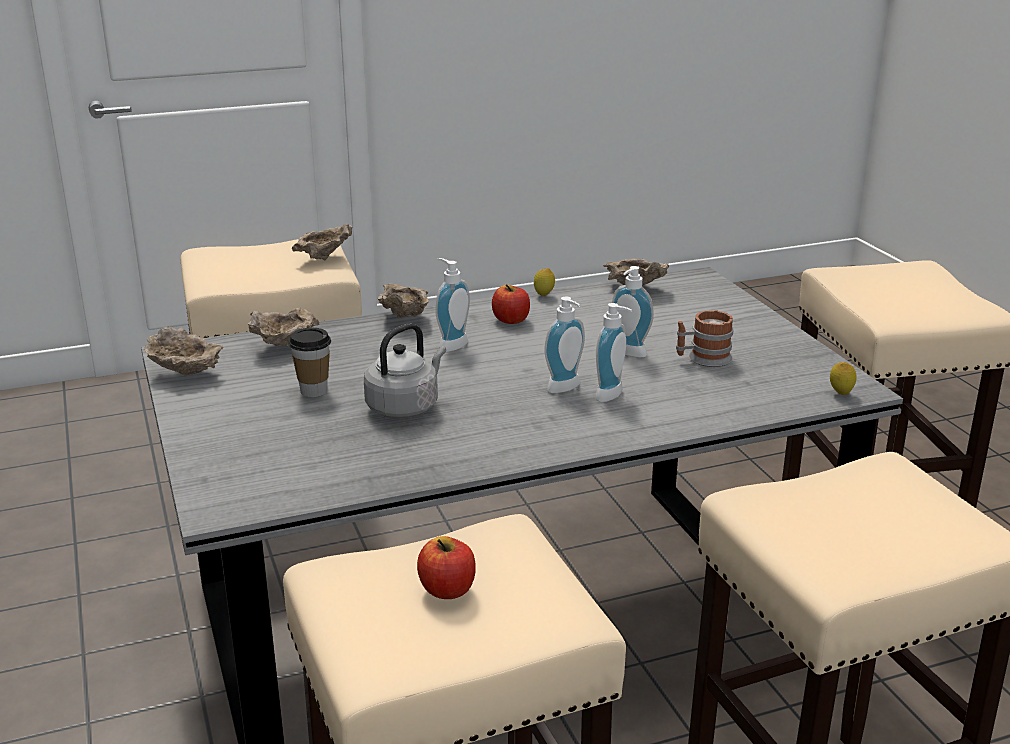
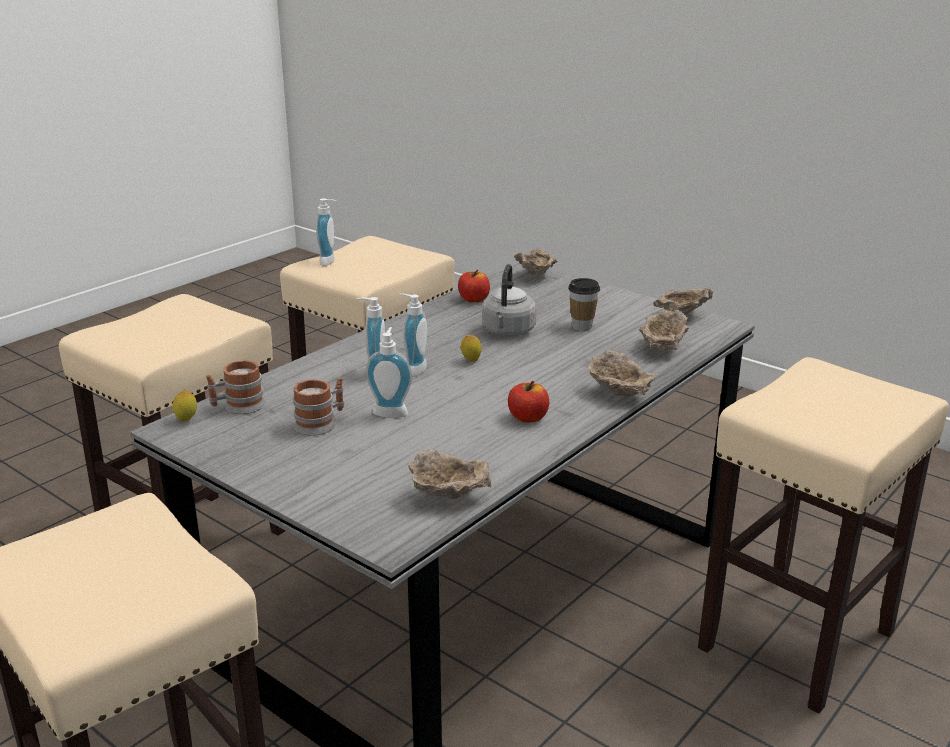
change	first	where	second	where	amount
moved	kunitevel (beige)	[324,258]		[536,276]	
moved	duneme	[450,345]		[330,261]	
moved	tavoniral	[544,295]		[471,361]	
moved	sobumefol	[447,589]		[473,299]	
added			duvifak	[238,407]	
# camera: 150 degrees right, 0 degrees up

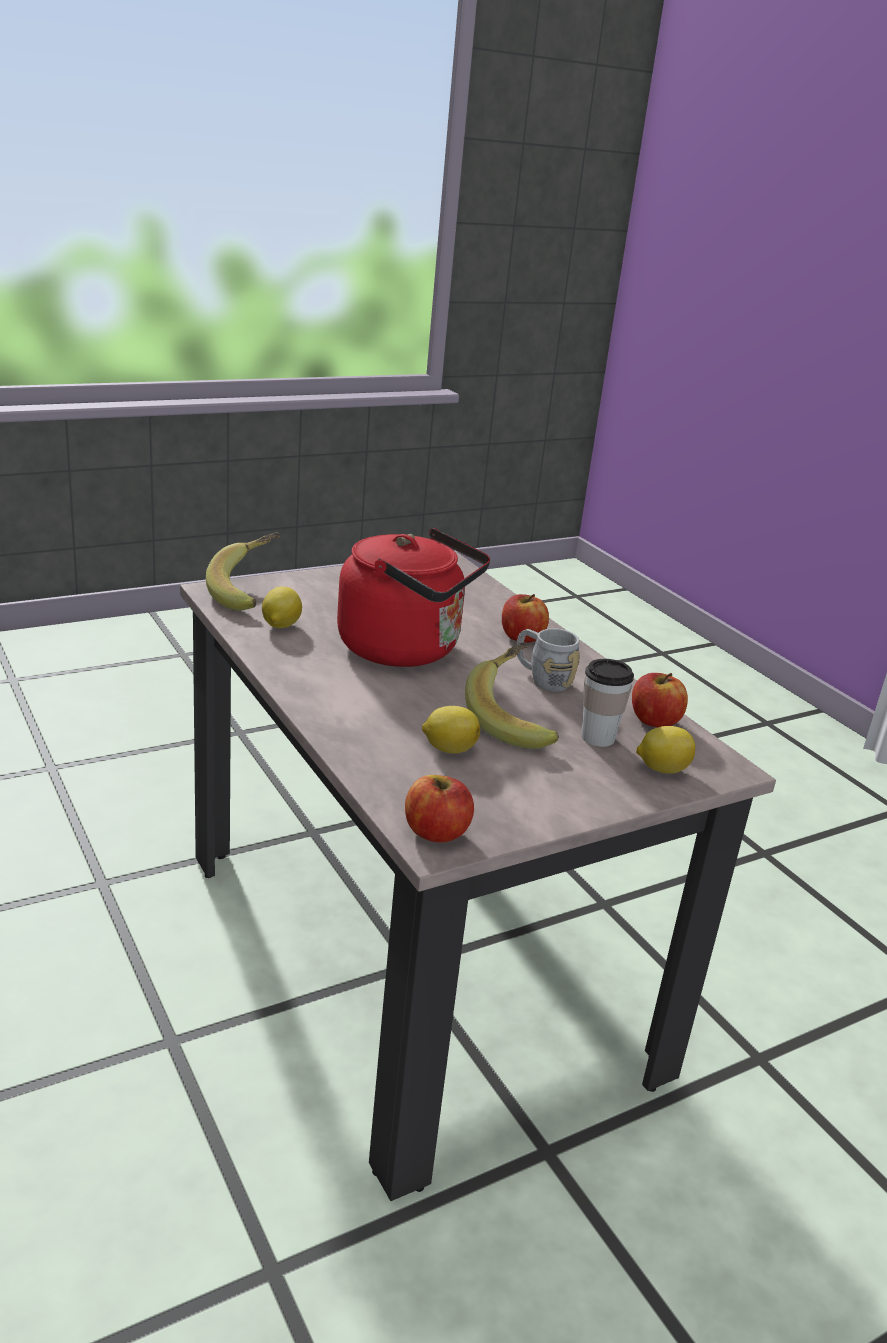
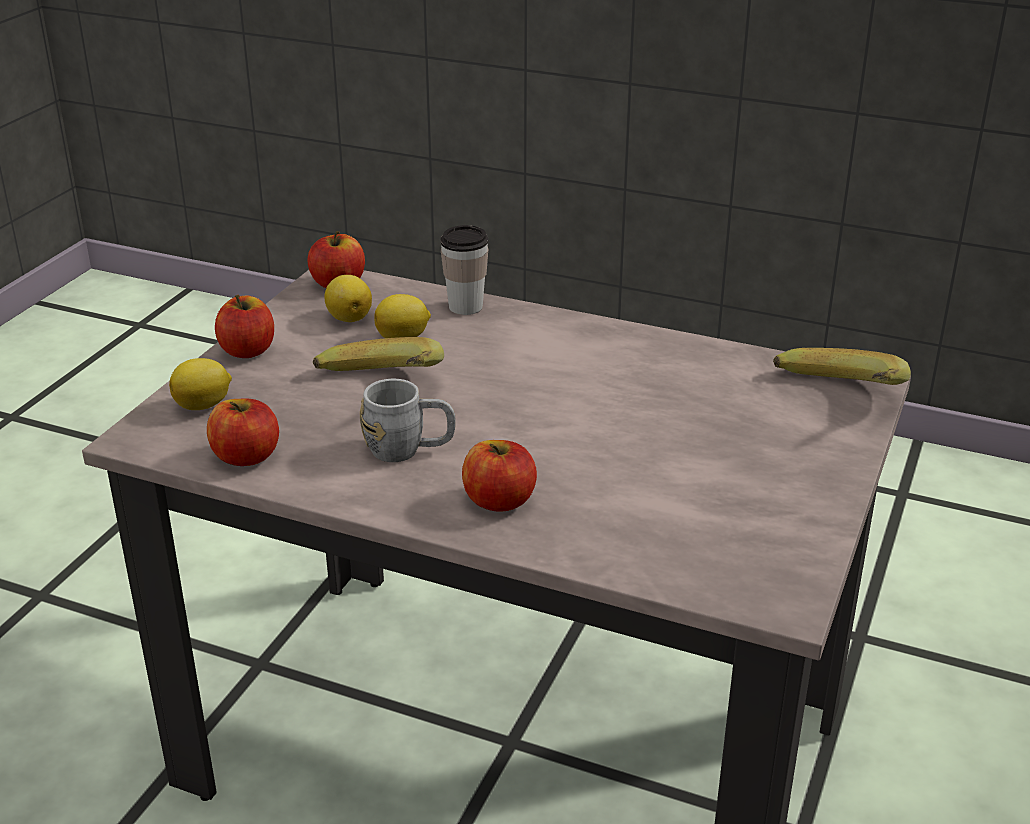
change	first	where	second	where	amount
removed	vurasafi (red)	[406,650]			
moved	tavoniral	[280,625]		[349,317]	
moved	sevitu	[597,738]		[465,307]	
added			sobumefol	[247,350]	
# camera: 145 degrees right, 5 degrees up

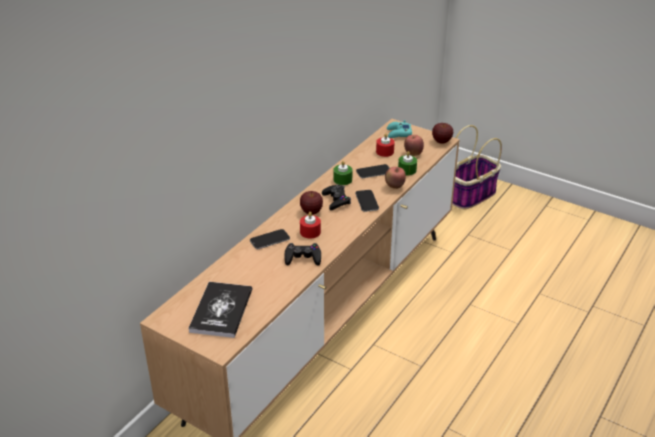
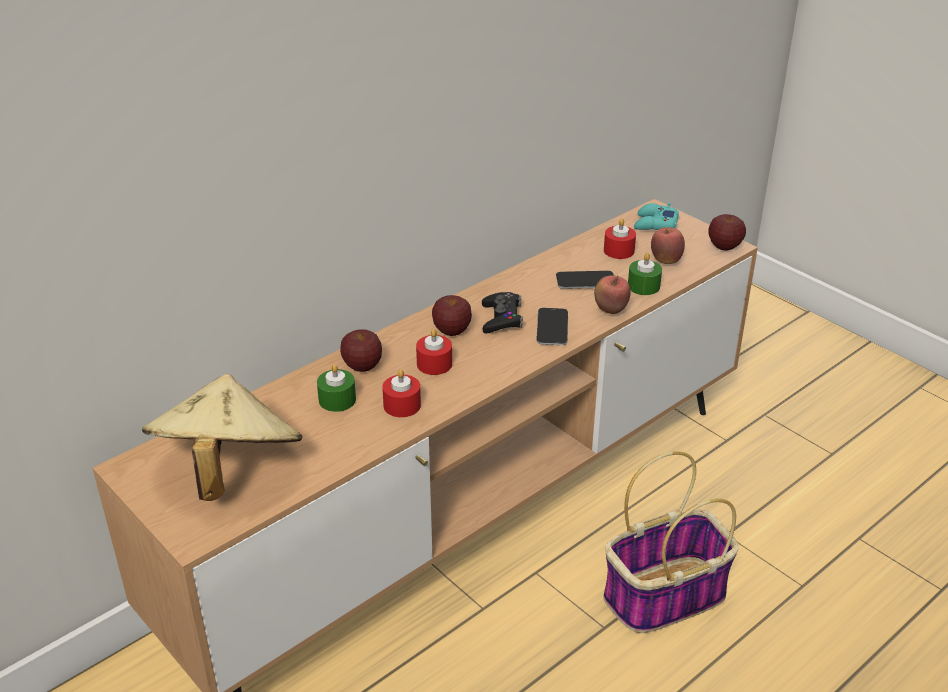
change	first	where	second	where	amount
moved	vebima	[470,196]		[664,597]	
moved	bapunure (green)	[342,180]		[337,400]	
replaced	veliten	[269,240]	sobumefol	[362,366]	
replaced	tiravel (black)	[303,258]	bapunure (red)	[402,405]	
replaced	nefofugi	[221,310]	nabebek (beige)	[228,471]	
# camera: 15 degrees right, 0 degrees up

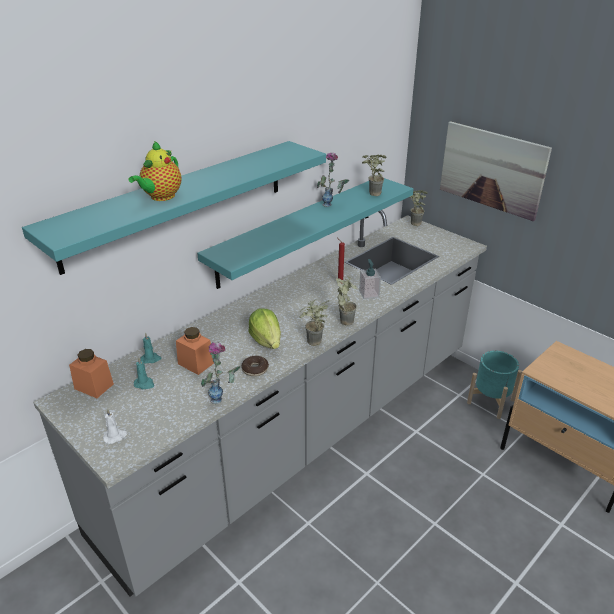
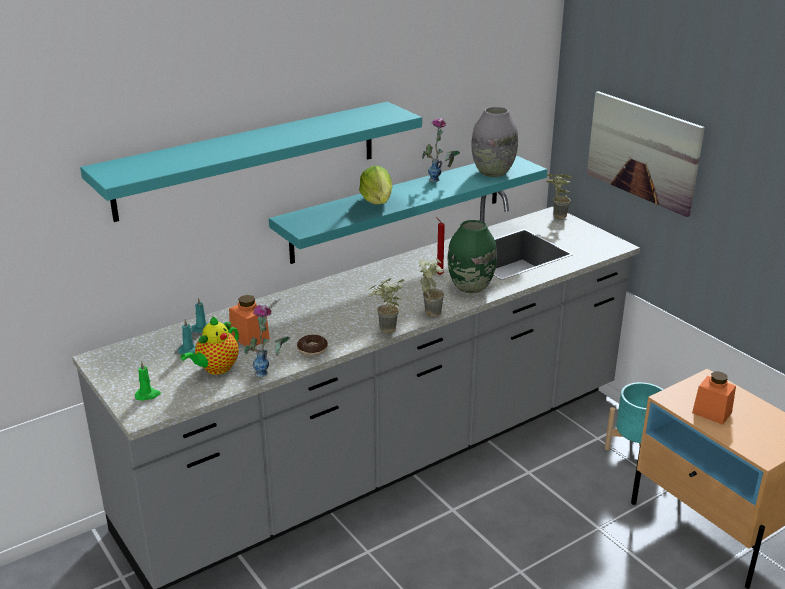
change	first	where	second	where	amount
moved	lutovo	[161,197]		[216,369]	
replaced	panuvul	[371,194]	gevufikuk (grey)	[492,172]	
replaced	duneme	[369,294]	gevufikuk (green)	[470,287]	
moved	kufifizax	[266,341]		[377,202]	
moved	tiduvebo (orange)	[94,386]		[712,412]	
recoloured	bapunure (white)	[115,436]	bapunure (green)	[148,395]	
# camera: 10 degrees right, 5 degrees down

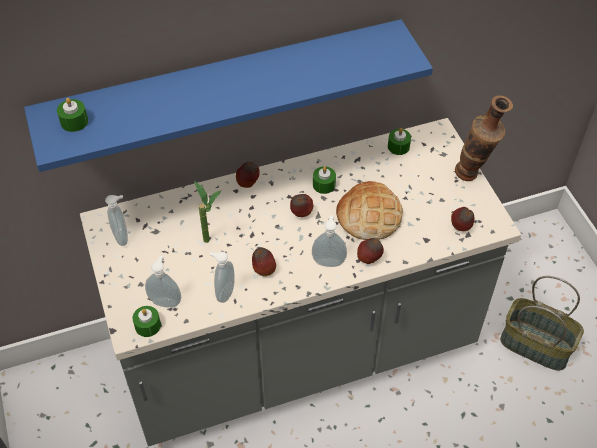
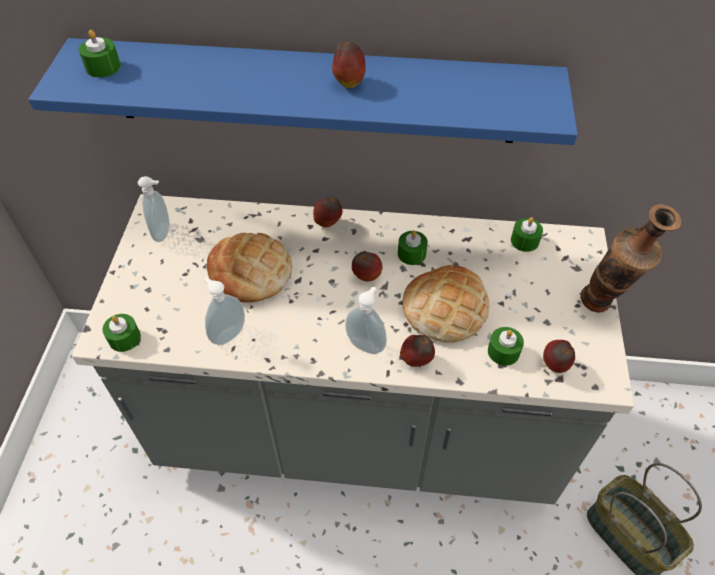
change	first	where	second	where	amount
replaced	panuvul	[212,242]	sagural	[250,272]	
moved	sobumefol	[263,270]		[349,83]	
removed	duneme	[166,301]			
added			bapunure (green)	[503,351]	
# camera: 25 degrees right, 0 degrees up

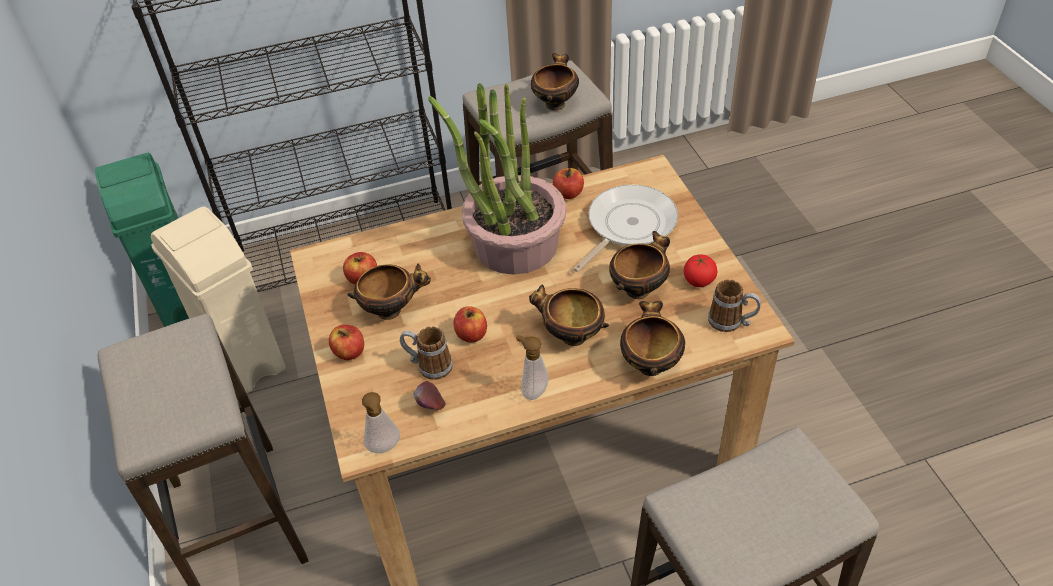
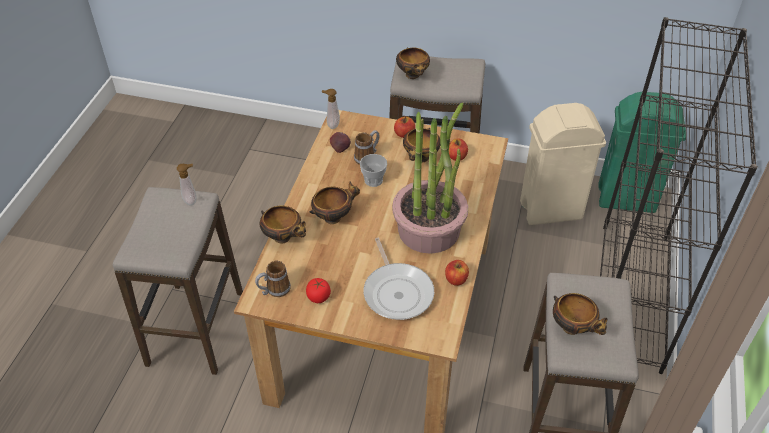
change	first	where	second	where	amount
moved	kunitevel	[639,288]		[413,76]	
replaced	sobumefol	[471,334]	sevitu	[373,180]	
moved	duneme	[533,390]		[192,200]	
# camera: 120 degrees right, 0 degrees up

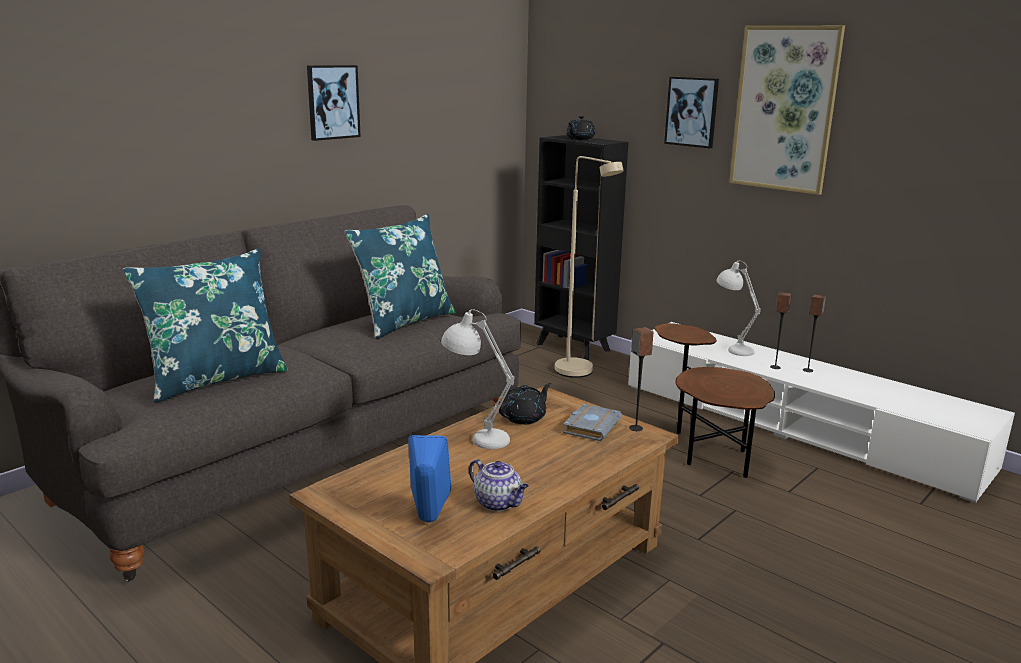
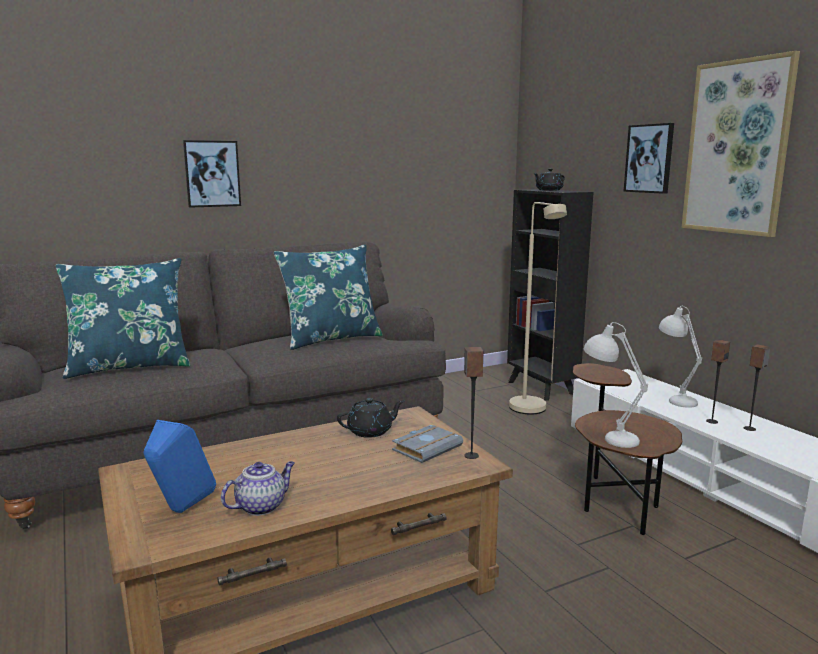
change	first	where	second	where	amount
moved	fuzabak	[332,102]		[212,174]	
moved	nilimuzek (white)	[476,437]		[608,436]	
turned	lutovo	[498,503]		[261,506]	105 degrees counterclockwise
# camera: 20 degrees right, 5 degrees down

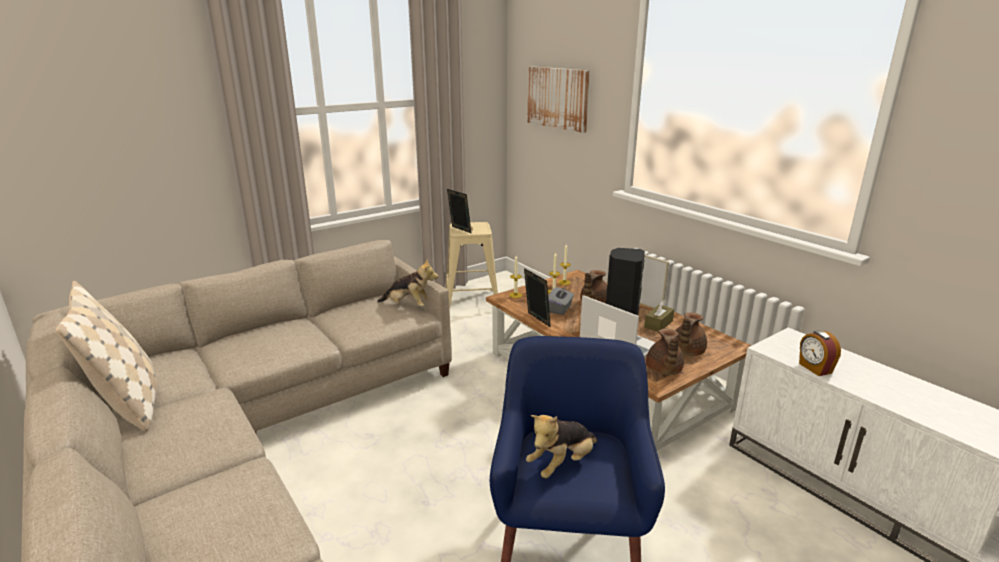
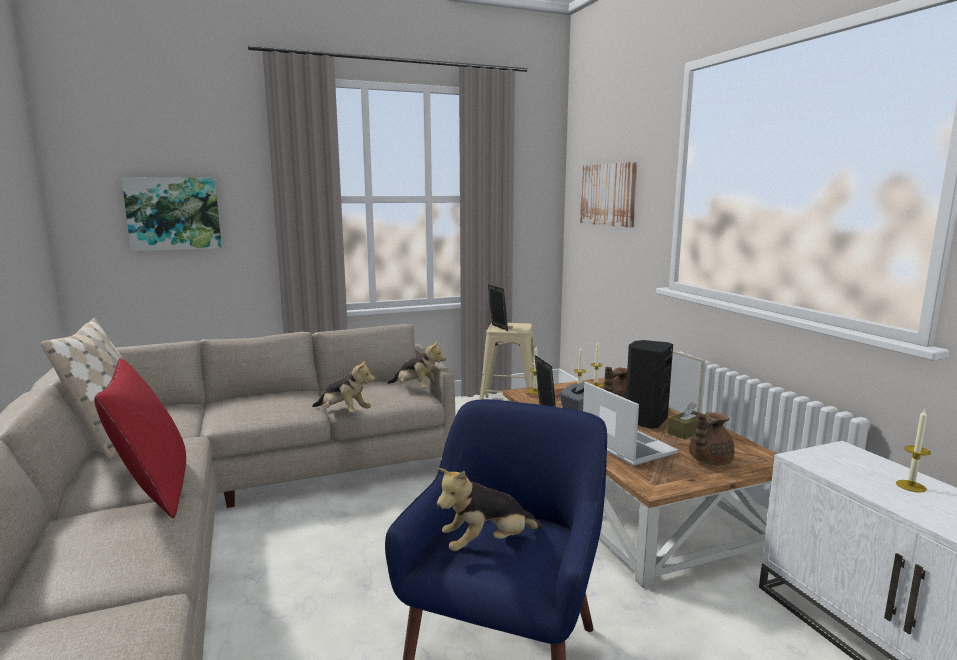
change	first	where	second	where	amount
removed	lutovo (brown)	[663,370]			
removed	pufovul	[814,368]			
added			fuzabak	[174,213]	
added			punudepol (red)	[154,490]	
added			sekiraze	[344,413]	
added			bapunure	[911,486]	
# camera: 15 degrees right, 10 degrees down

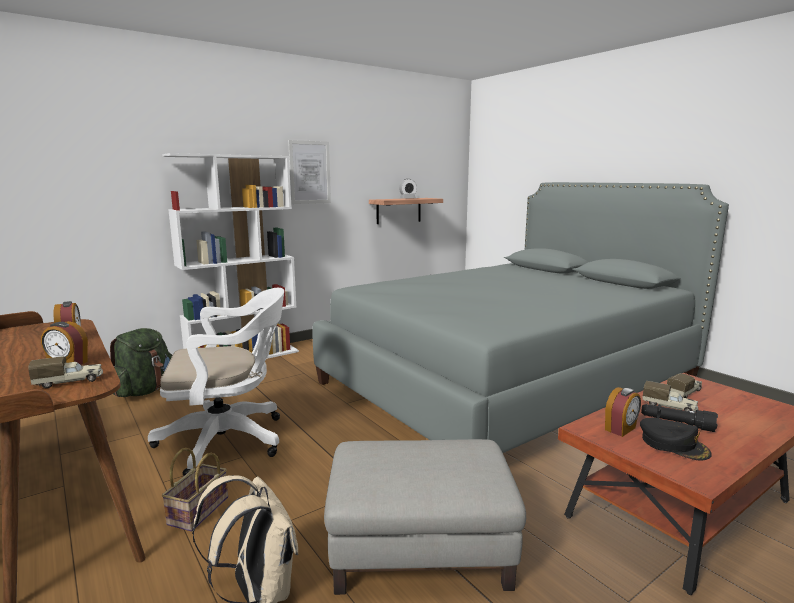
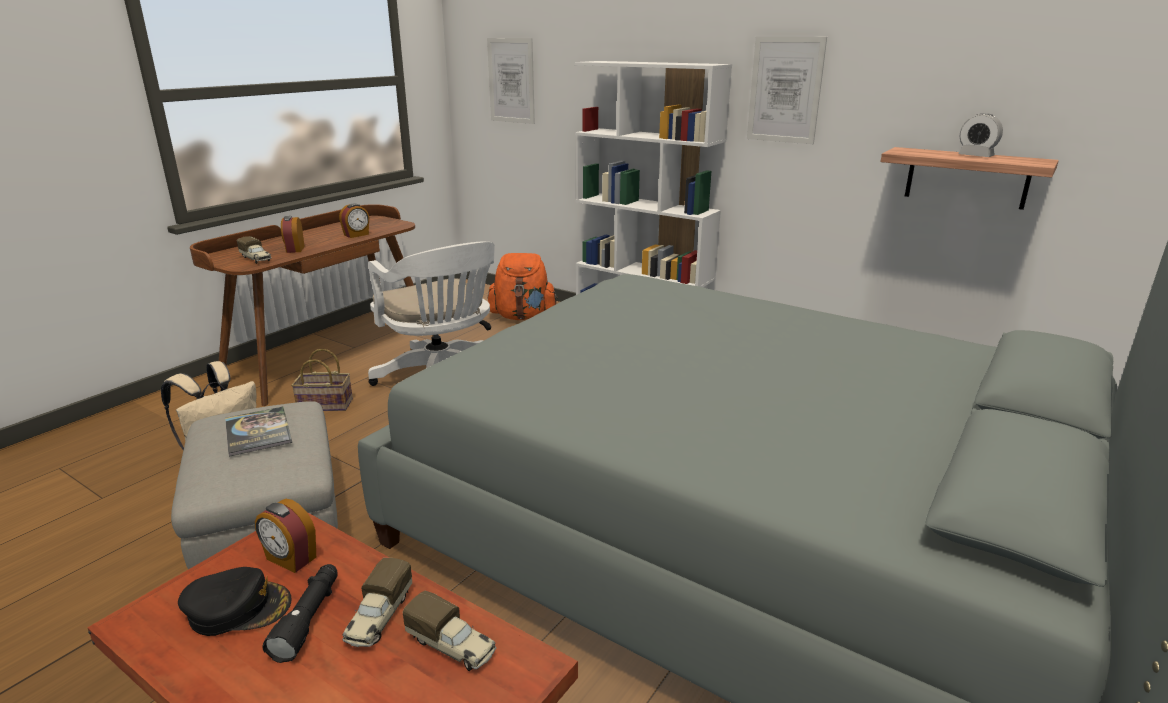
change	first	where	second	where	amount
recoloured	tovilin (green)	[145,390]	tovilin (orange)	[523,317]	
turned	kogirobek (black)	[673,444]		[238,608]	120 degrees counterclockwise
added			fuzabak	[511,81]	
added			nefofugi	[258,432]	
# camera: 70 degrees right, 10 degrees up

